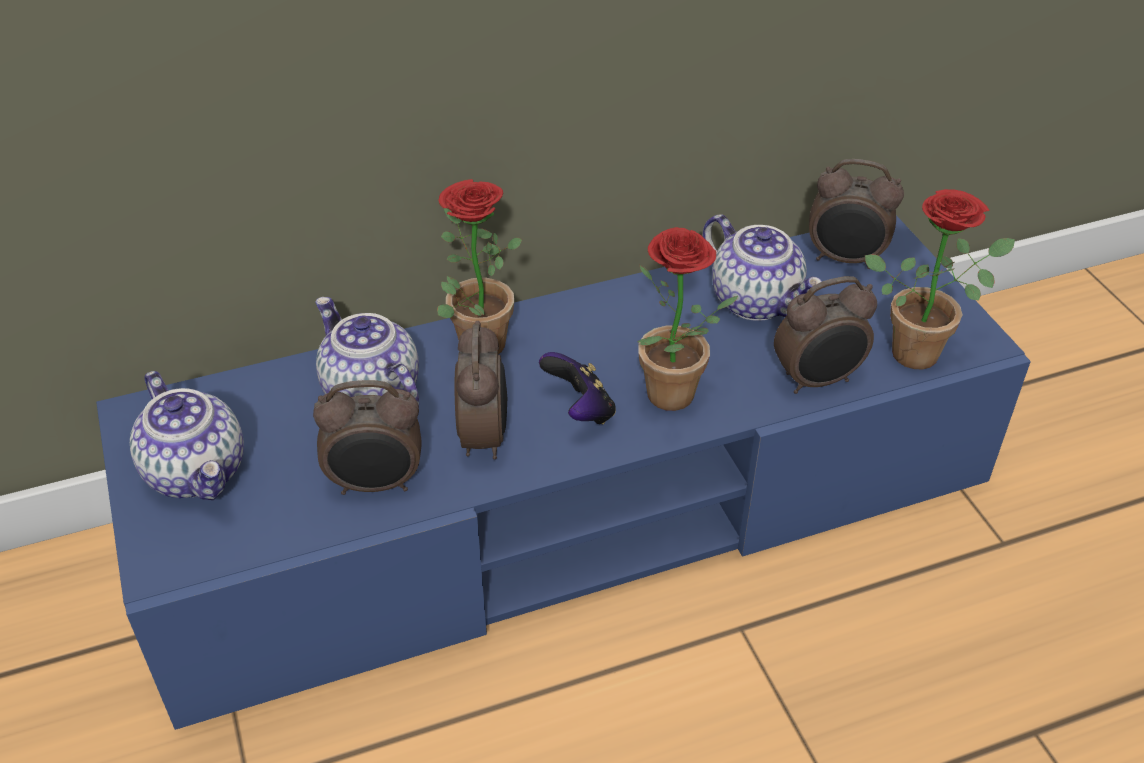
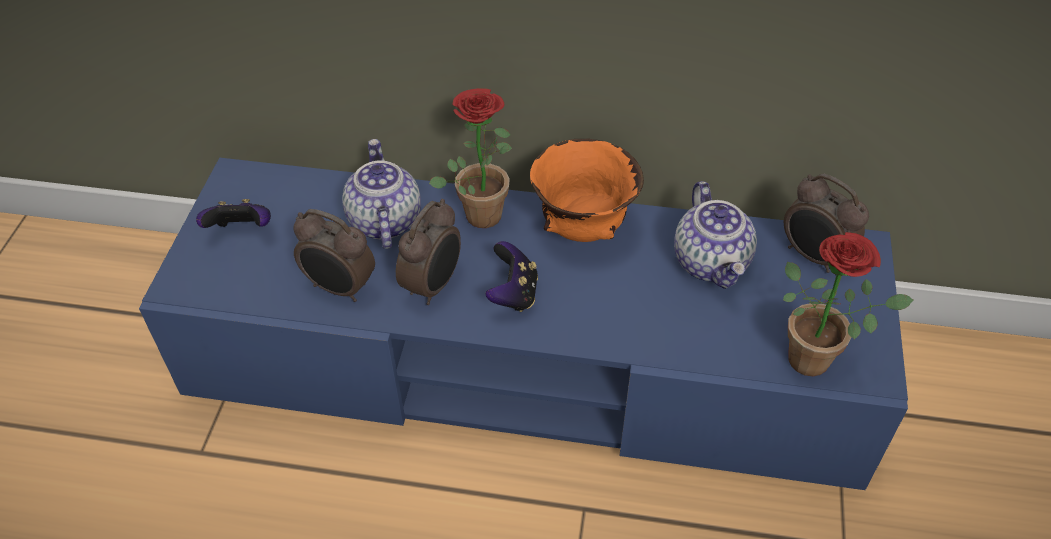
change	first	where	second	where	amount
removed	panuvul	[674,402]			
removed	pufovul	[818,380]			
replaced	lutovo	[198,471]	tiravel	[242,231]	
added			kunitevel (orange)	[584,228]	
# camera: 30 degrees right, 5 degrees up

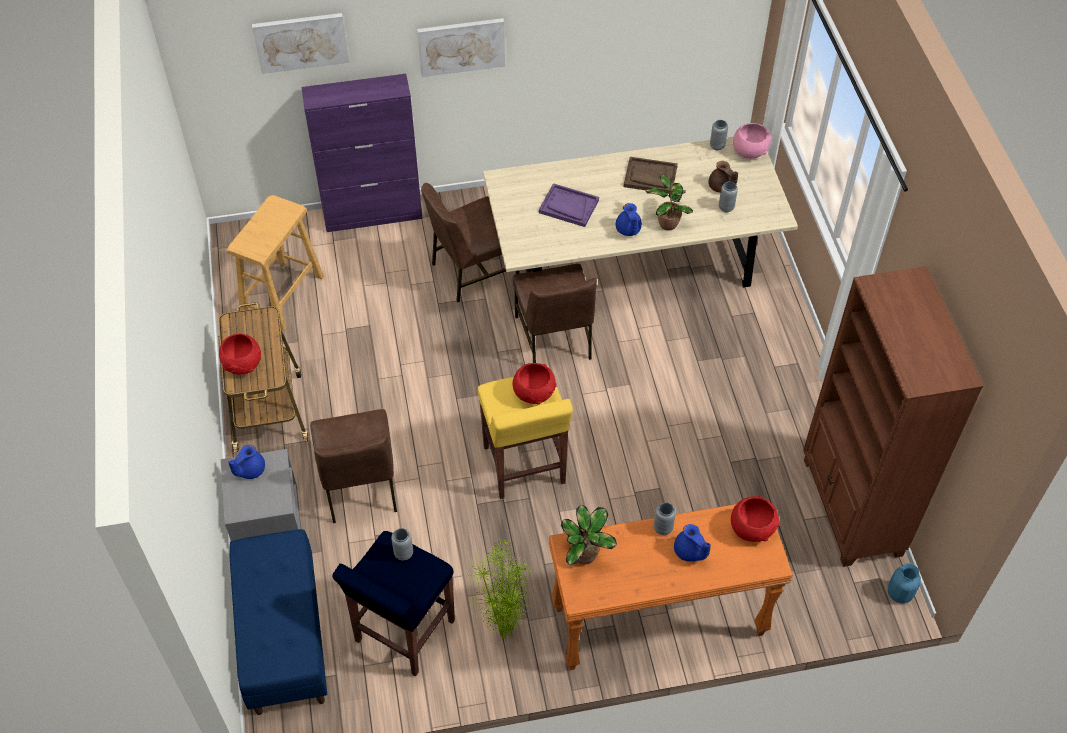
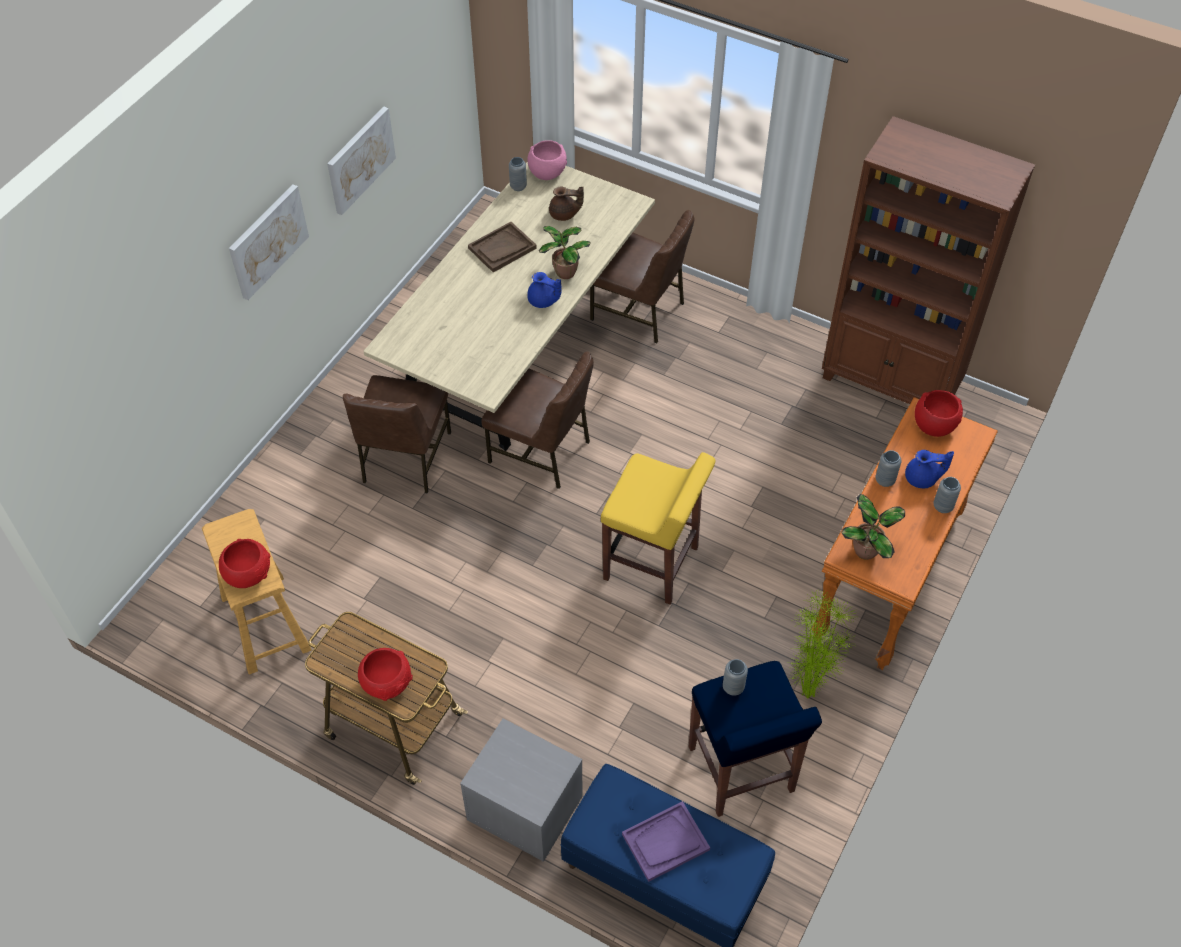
change	first	where	second	where	amount
moved	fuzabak	[301,42]		[360,159]	
removed	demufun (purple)	[373,214]			
moved	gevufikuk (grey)	[726,208]		[943,507]	
moved	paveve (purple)	[568,206]		[665,842]	
moved	kunitevel (red)	[534,393]		[248,573]	
moved	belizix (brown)	[360,487]		[639,311]	
removed	lutovo (blue)	[250,470]			
removed	gevufikuk (blue)	[899,593]			
# camera: 50 degrees left, 0 degrees up

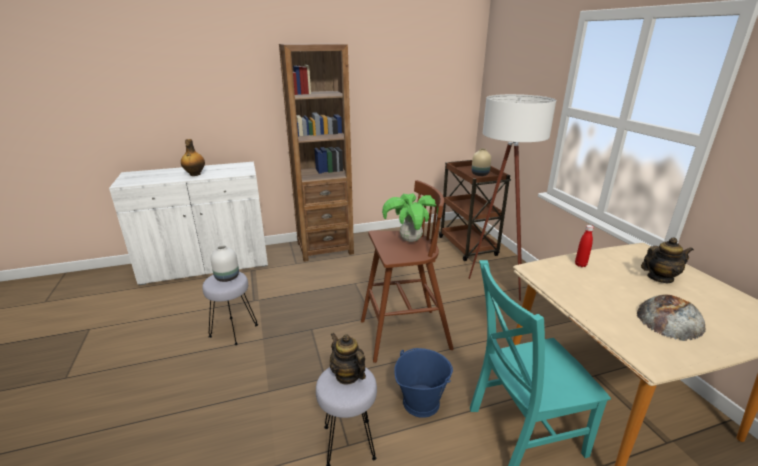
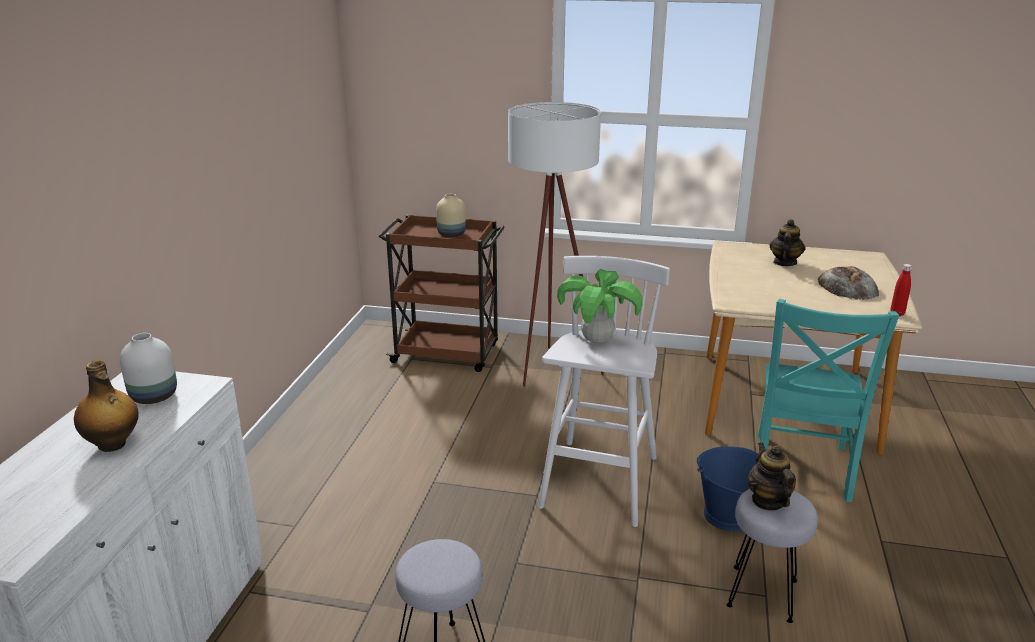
change	first	where	second	where	amount
removed	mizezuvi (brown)	[325,248]			
recoloured	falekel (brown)	[403,335]	falekel (white)	[599,483]	
moved	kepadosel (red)	[580,265]		[897,314]	
moved	gevufikuk (white)	[226,278]		[154,397]	
turned	lutovo	[347,375]		[768,501]	90 degrees clockwise
# camera: 60 degrees left, 0 degrees up

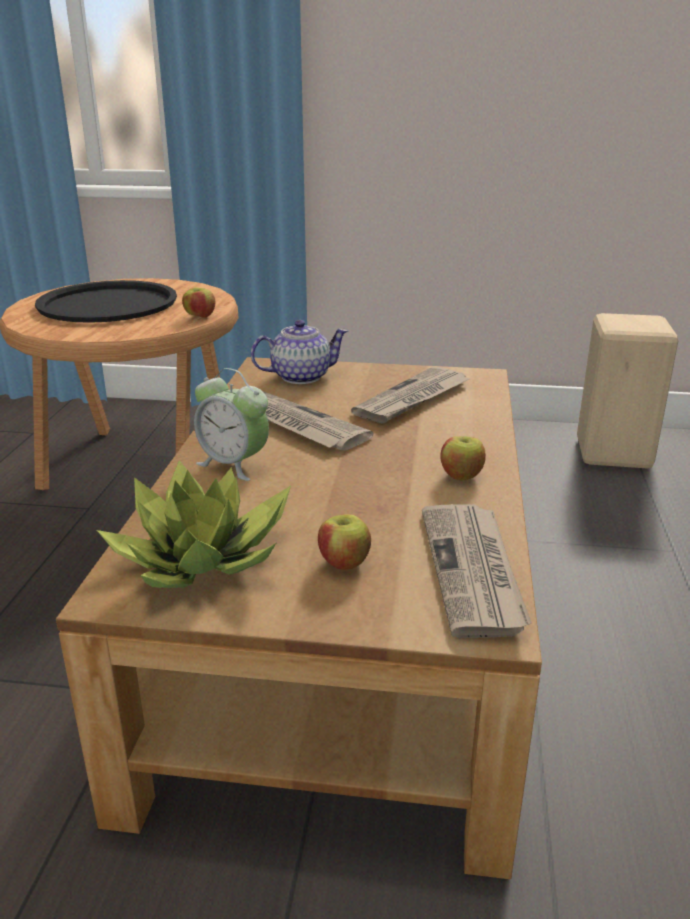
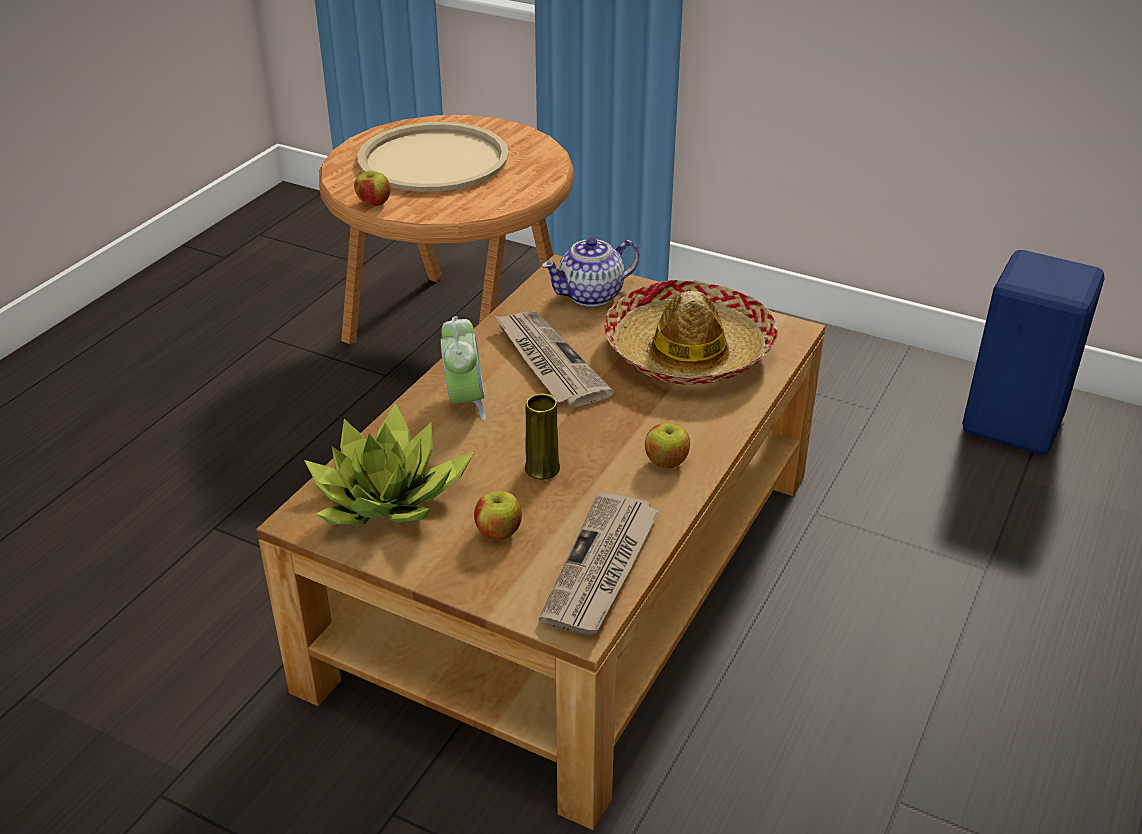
change	first	where	second	where	amount
recoloured	paveve (black)	[108,304]	paveve (beige)	[434,159]	
moved	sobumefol	[200,317]		[374,203]	
recoloured	falekel (beige)	[615,453]	falekel (blue)	[1015,423]	
turned	lutovo	[300,377]		[592,295]	150 degrees clockwise
replaced	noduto	[413,399]	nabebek	[688,351]	
turned	pufovul	[234,464]		[464,402]	150 degrees counterclockwise
added			gevufikuk (yellow)	[542,469]	
# camera: 20 degrees right, 10 degrees up

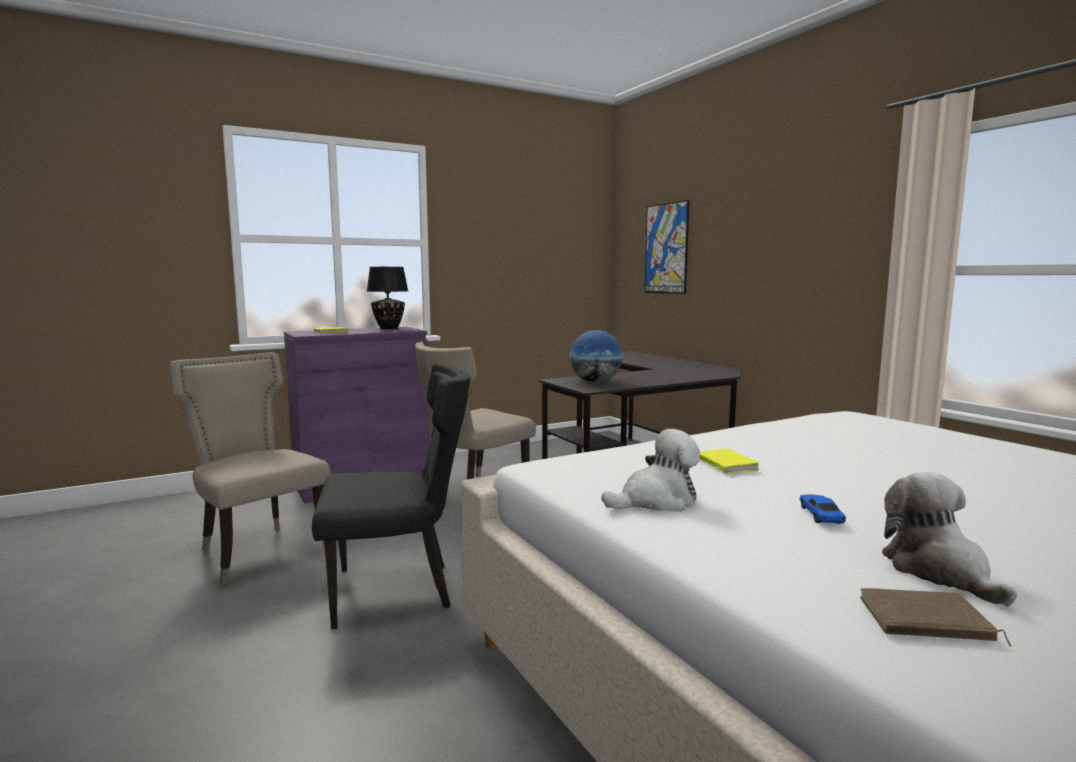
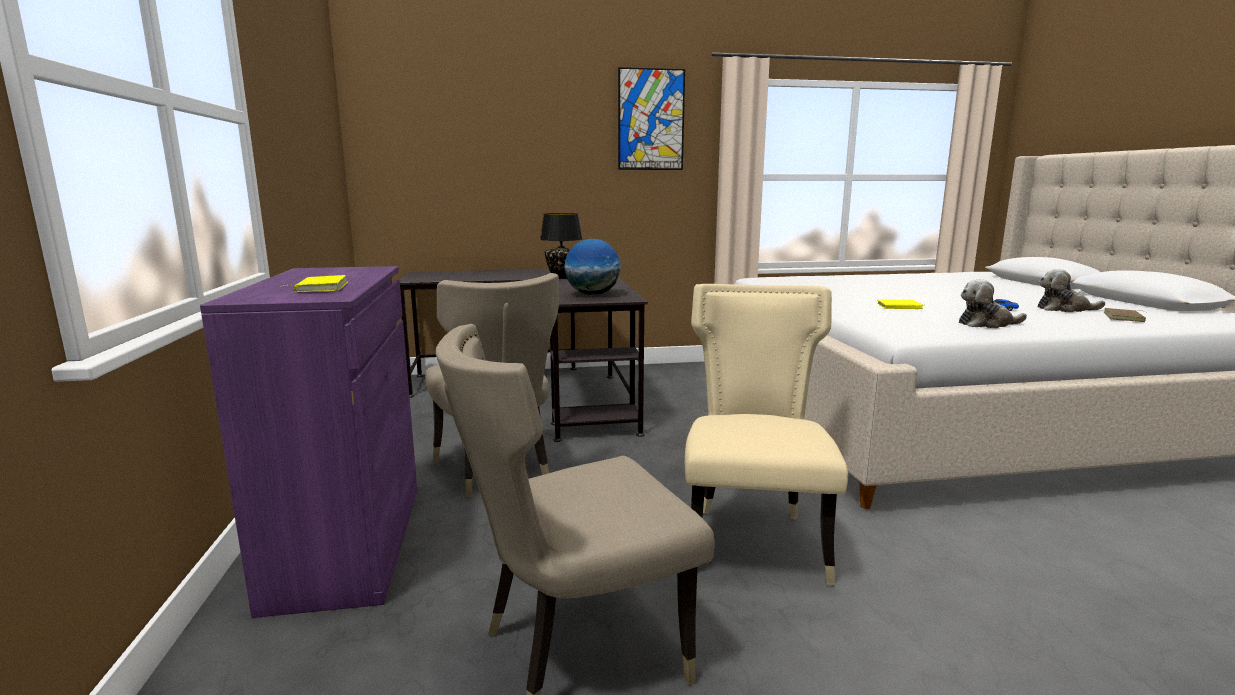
change	first	where	second	where	amount
moved	fuzabak	[666,248]		[651,120]	
moved	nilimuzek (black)	[388,328]		[562,277]	
recoloured	belizix (black)	[397,591]	belizix (beige)	[753,541]	
turned	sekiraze	[656,501]		[986,324]	90 degrees counterclockwise
# camera: 70 degrees left, 5 degrees up

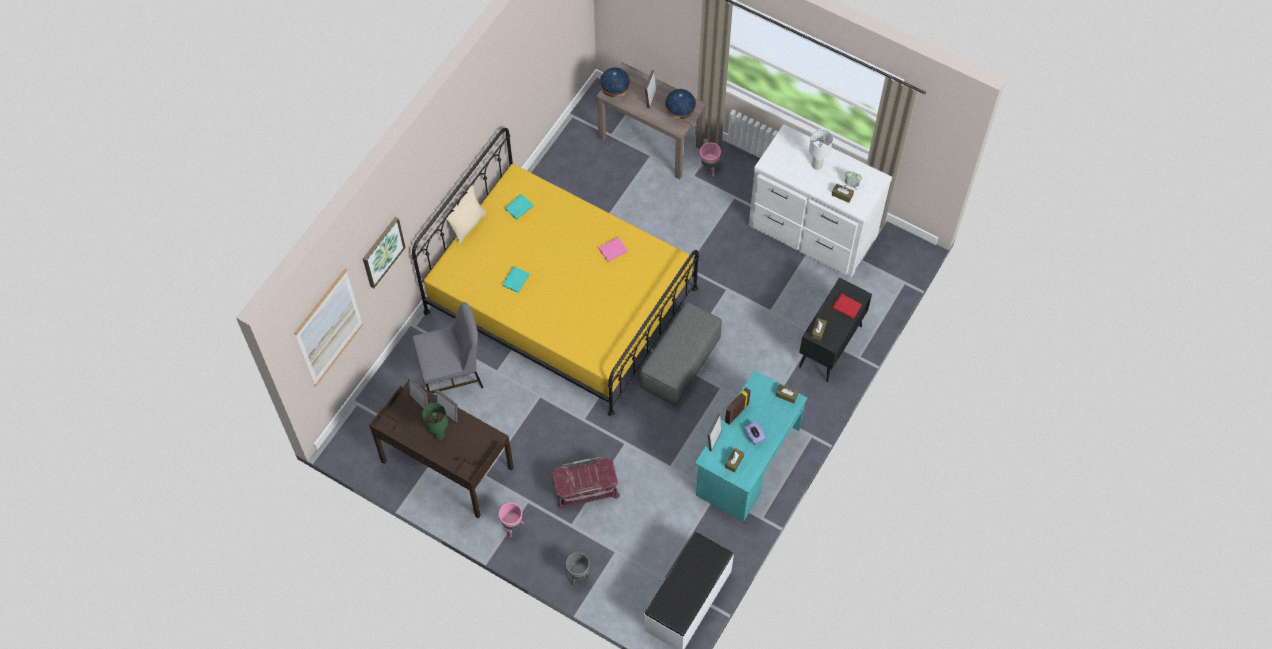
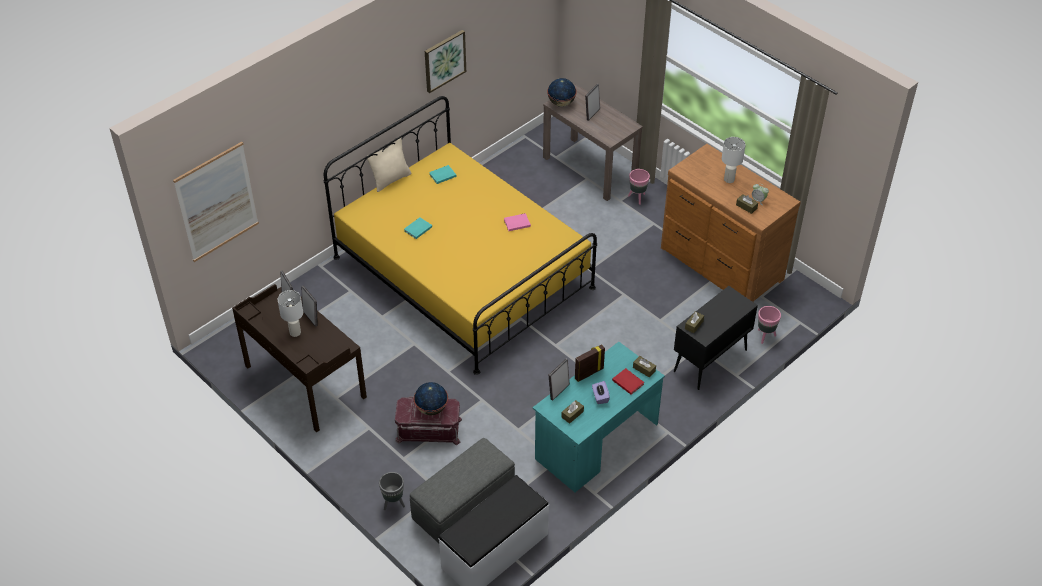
change	first	where	second	where	amount
moved	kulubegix	[680,113]		[431,409]	
recoloured	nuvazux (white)	[812,232]	nuvazux (brown)	[720,265]	
moved	fuzabak	[382,251]		[444,60]	
moved	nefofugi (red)	[846,306]		[627,381]	
removed	belizix (grey)	[452,373]			
moved	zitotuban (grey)	[681,363]		[464,504]	
recoloured	nilimuzek (green)	[439,435]	nilimuzek (white)	[295,333]	
moved	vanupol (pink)	[512,526]		[765,336]	
# camera: 15 degrees right, 15 degrees down

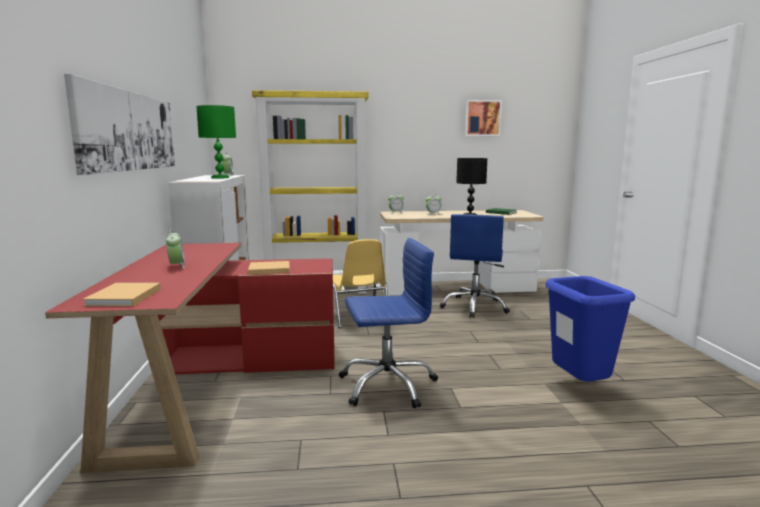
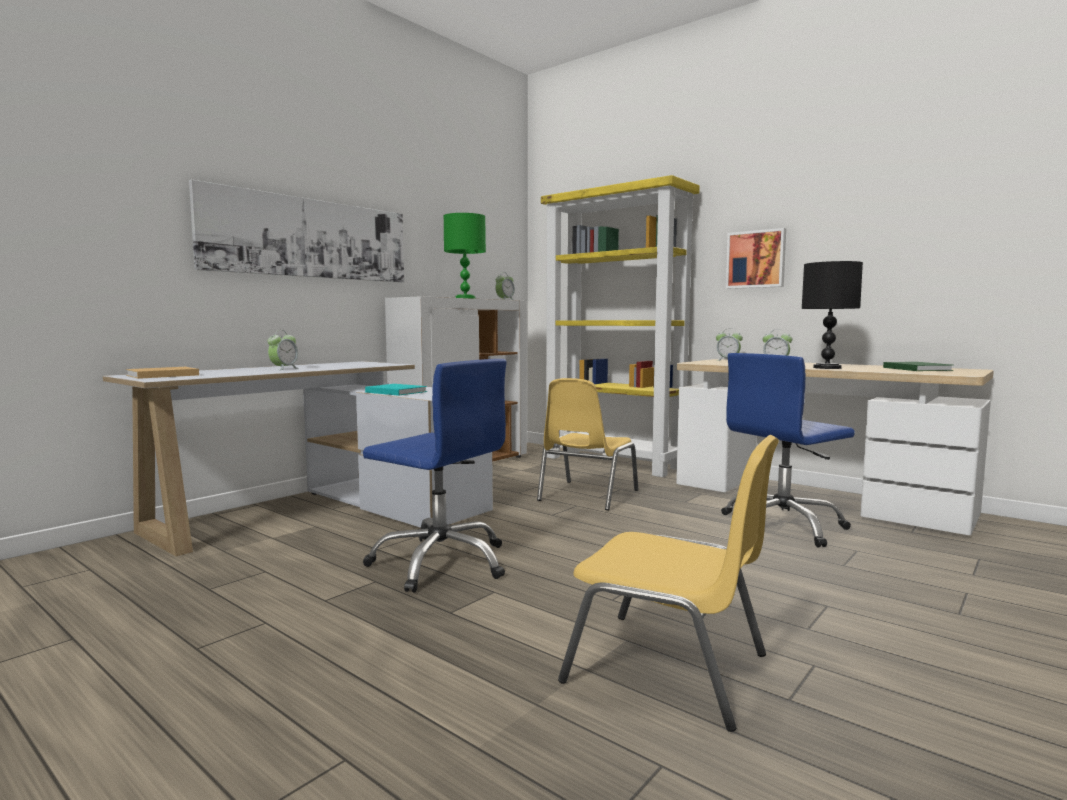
change	first	where	second	where	amount
moved	fuzabak	[482,118]		[756,259]	
recoloured	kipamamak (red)	[216,385]	kipamamak (white)	[324,512]	
recoloured	nefofugi (beige)	[268,269]	nefofugi (turquoise)	[395,392]	
replaced	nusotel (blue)	[579,387]	belizix (yellow)	[670,668]	
# camera: 45 degrees right, 5 degrees down

